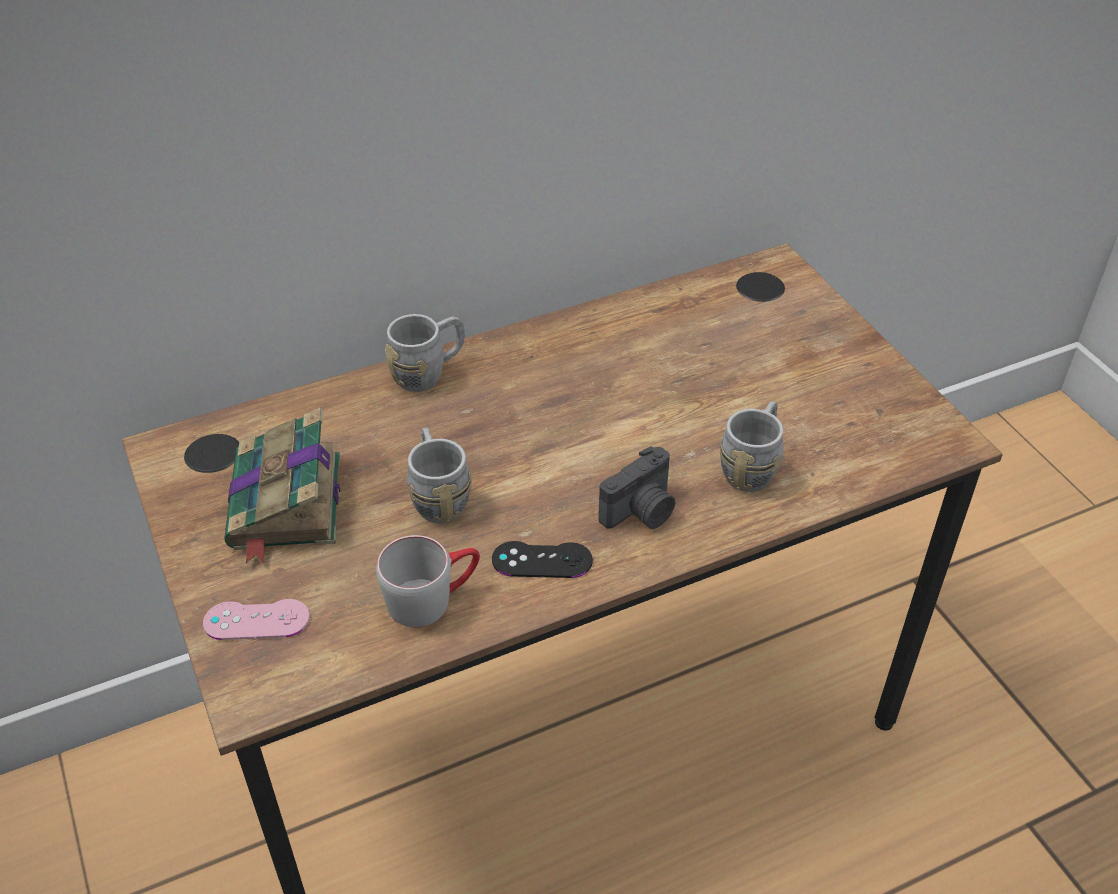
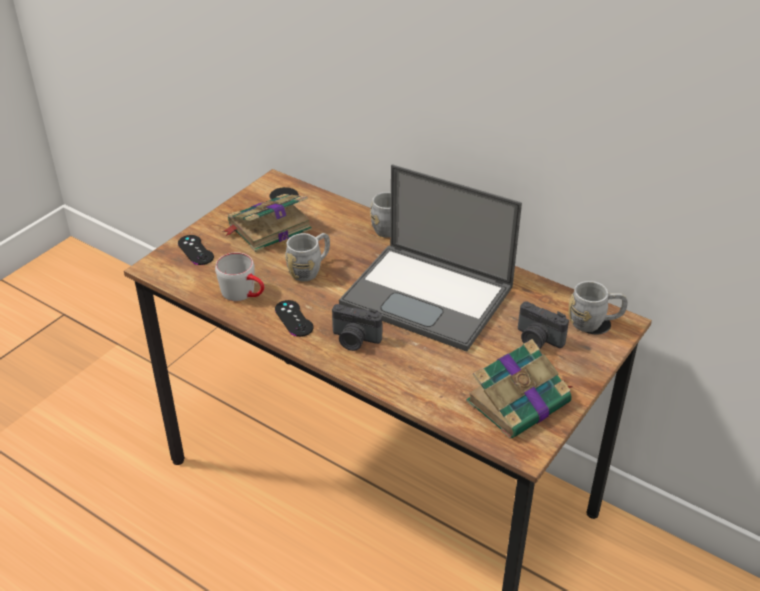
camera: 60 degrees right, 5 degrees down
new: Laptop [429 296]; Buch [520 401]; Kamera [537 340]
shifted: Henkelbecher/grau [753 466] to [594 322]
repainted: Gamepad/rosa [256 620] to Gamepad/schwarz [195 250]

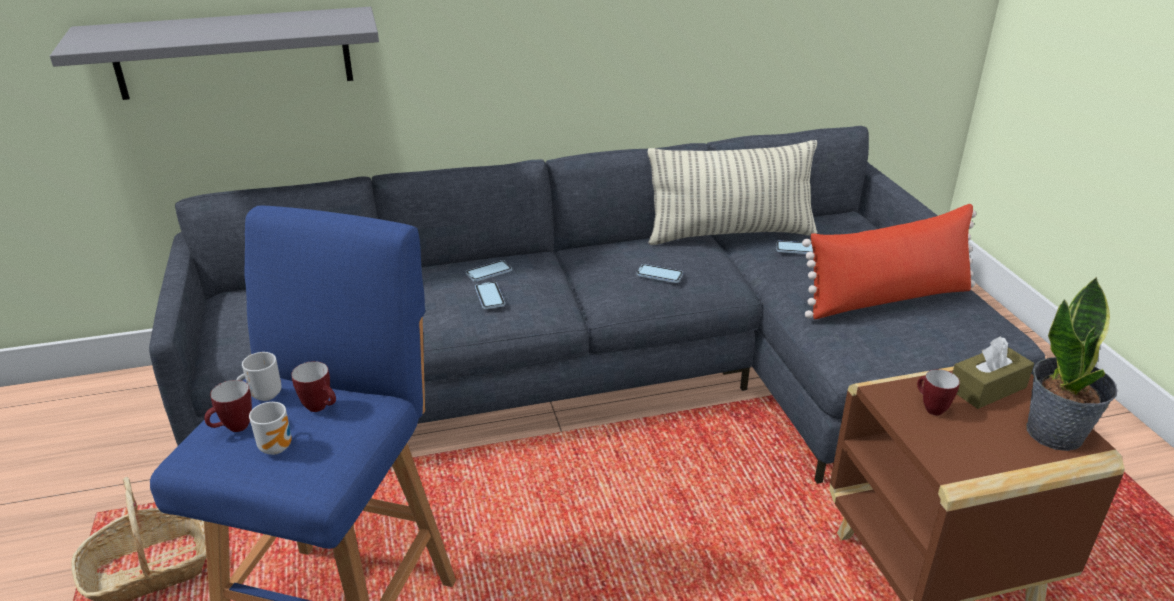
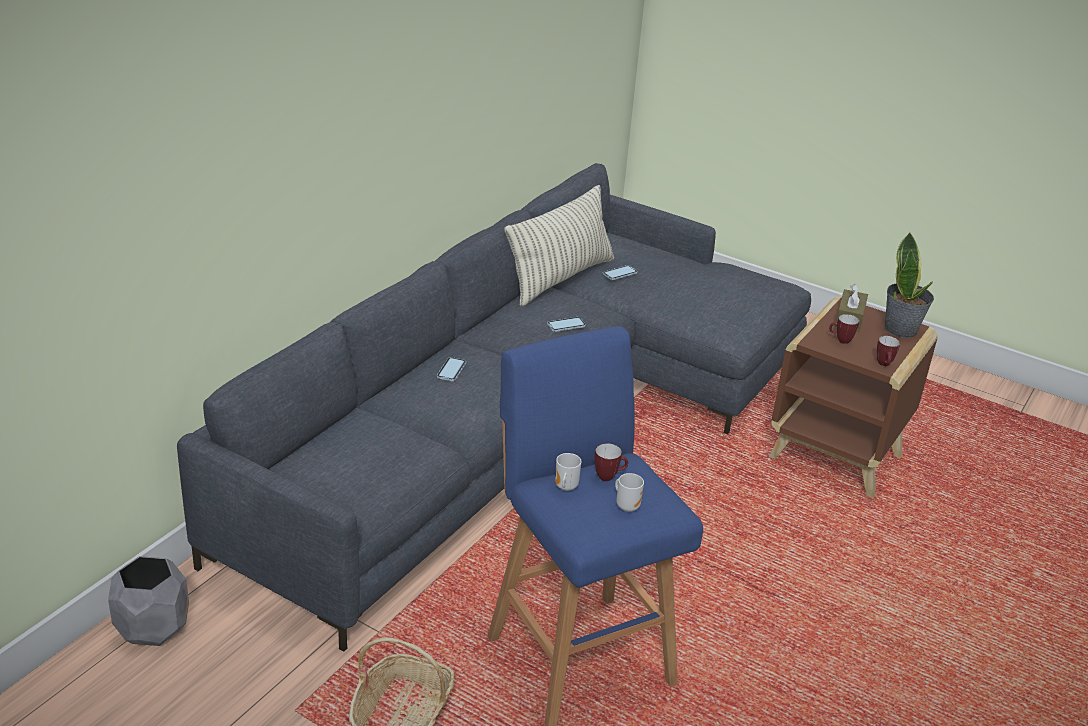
camera: 45 degrees left, 0 degrees up
gone: Wandregal/grau [233 53]; Handy [489 297]; Kissen/rot [888 299]
new: Pflanzkübel/grau [153 627]
shifted: Henkelbecher [234 429] to [884 365]

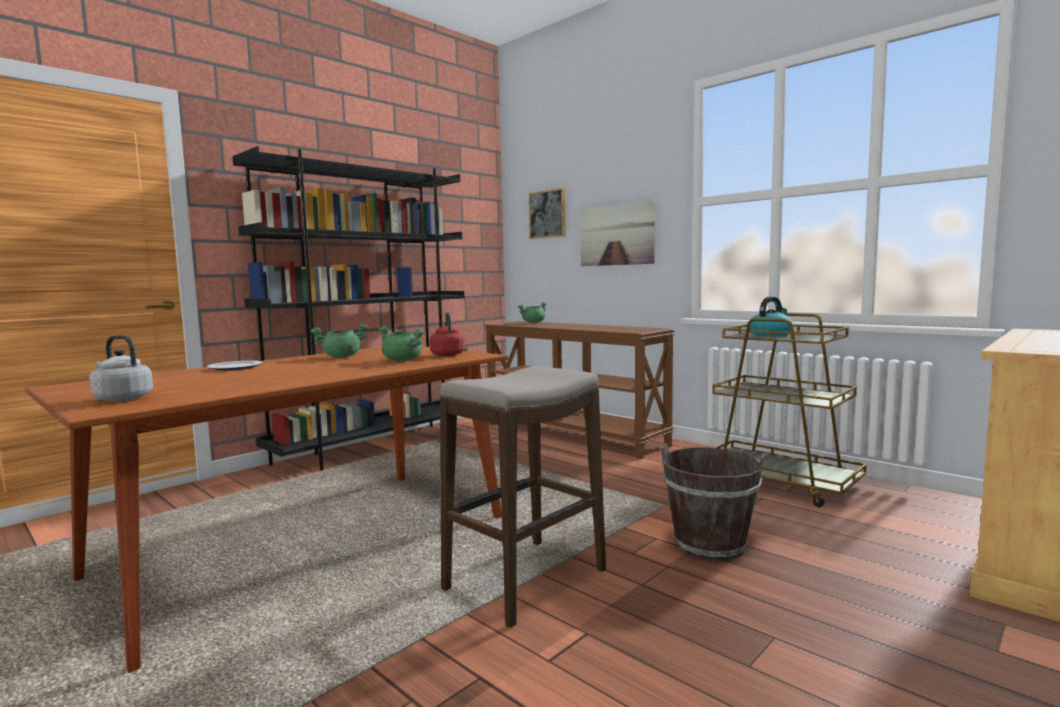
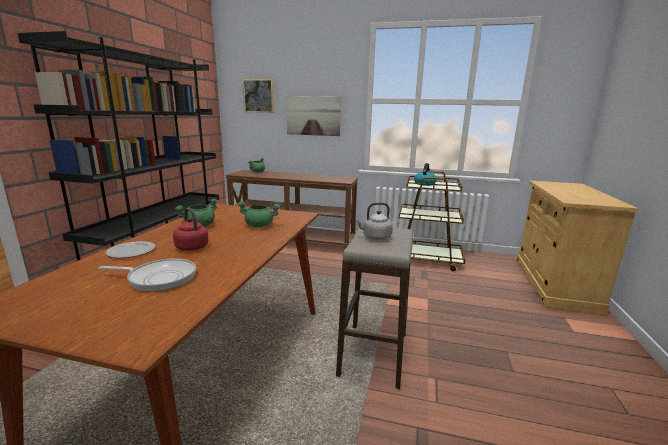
camera: 30 degrees left, 10 degrees up
gone: Eimer/braun [709 545]
new: Pfanne [159 278]
shifted: Wasserkessel/rot [447 354] to [191 247]; Wasserkessel/grau [121 398] to [375 237]

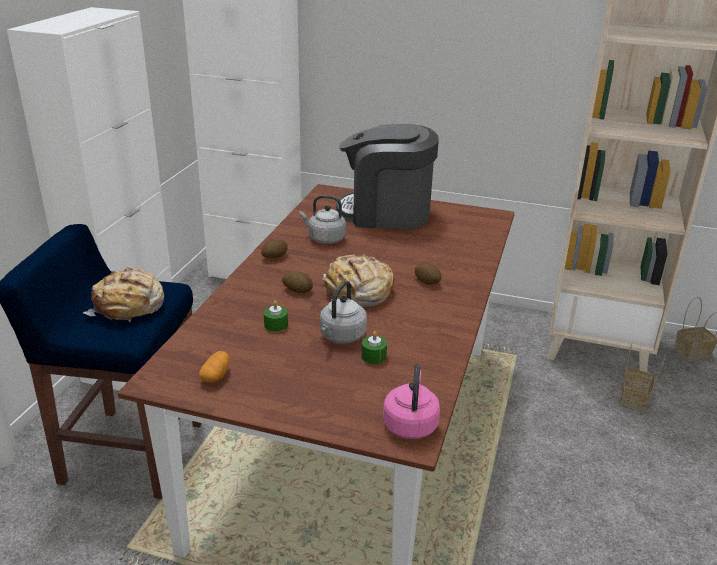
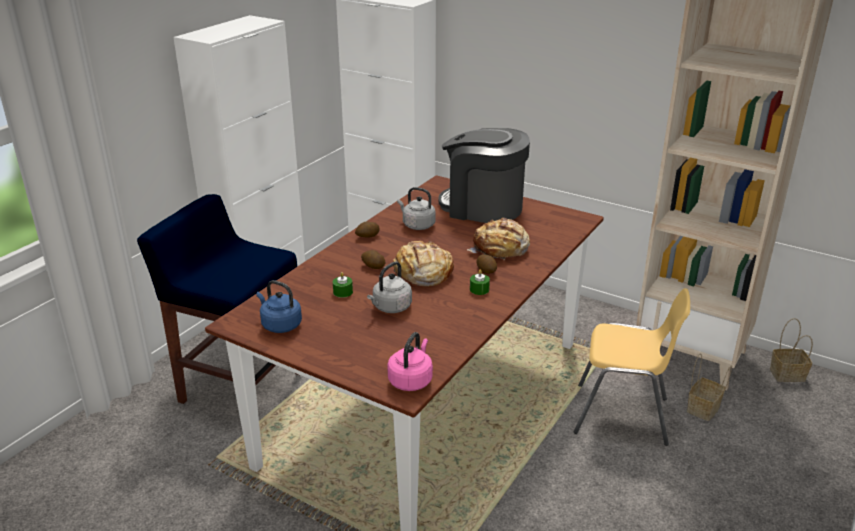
camera: 15 degrees right, 0 degrees up
new: Stuhl/gelb [622 415]
shifted: Brot [129 307] to [500 249]; Kerze/grün [373 356] to [479 289]
swapped: Kartoffel [216 376] to Wasserkessel/blau [280 325]

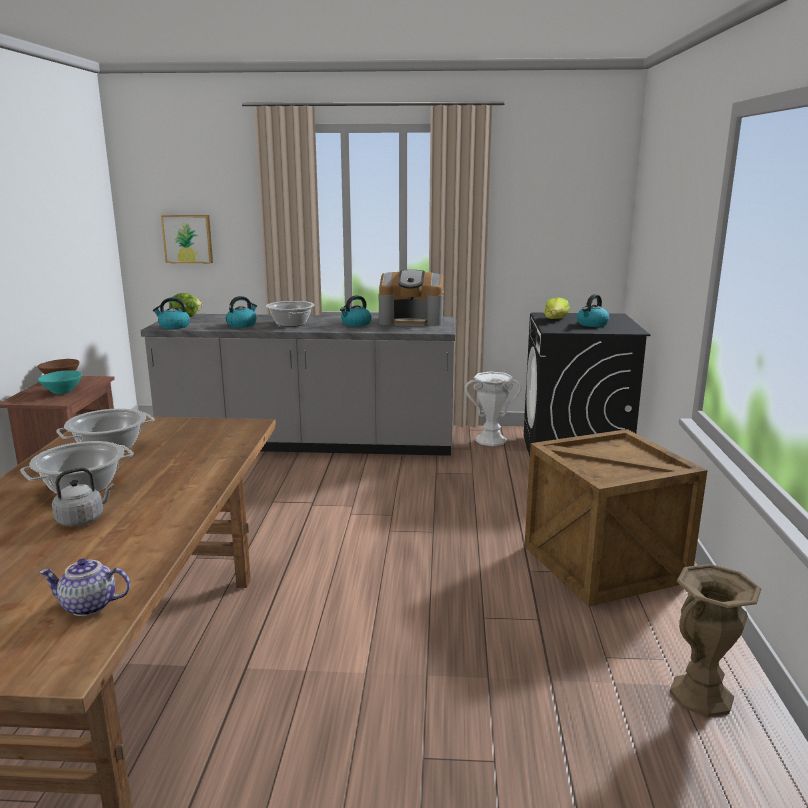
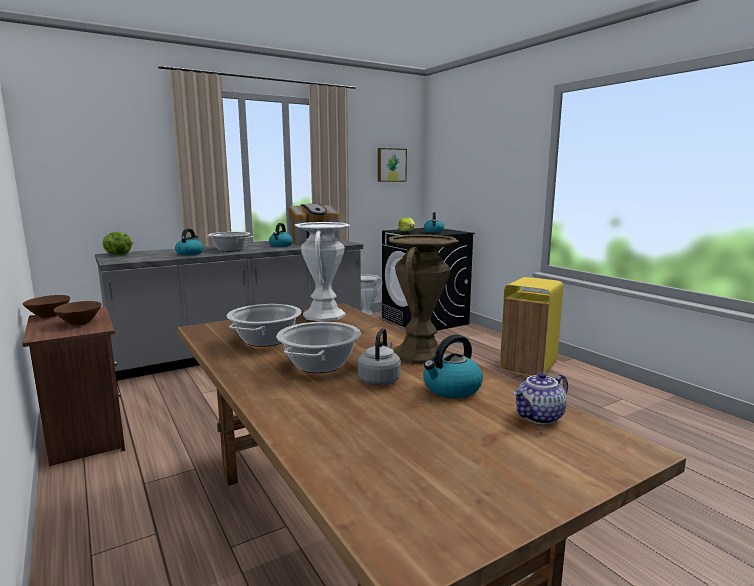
camera: 35 degrees left, 5 degrees down
new: Vase/weiß [324 315]
shifted: Bild [188 239] to [391 165]; Vase/braun [701 695] to [420 354]; Wasserkessel [173 326] to [451 389]
swapped: Kiste [607 564] to Mülleimer/gelb [529 366]
repainted: Schüssel/türkis [61 392] to Schüssel/braun [79 323]

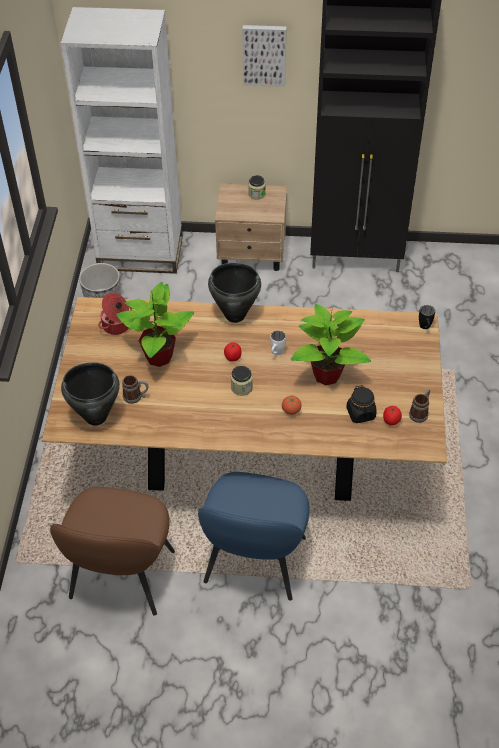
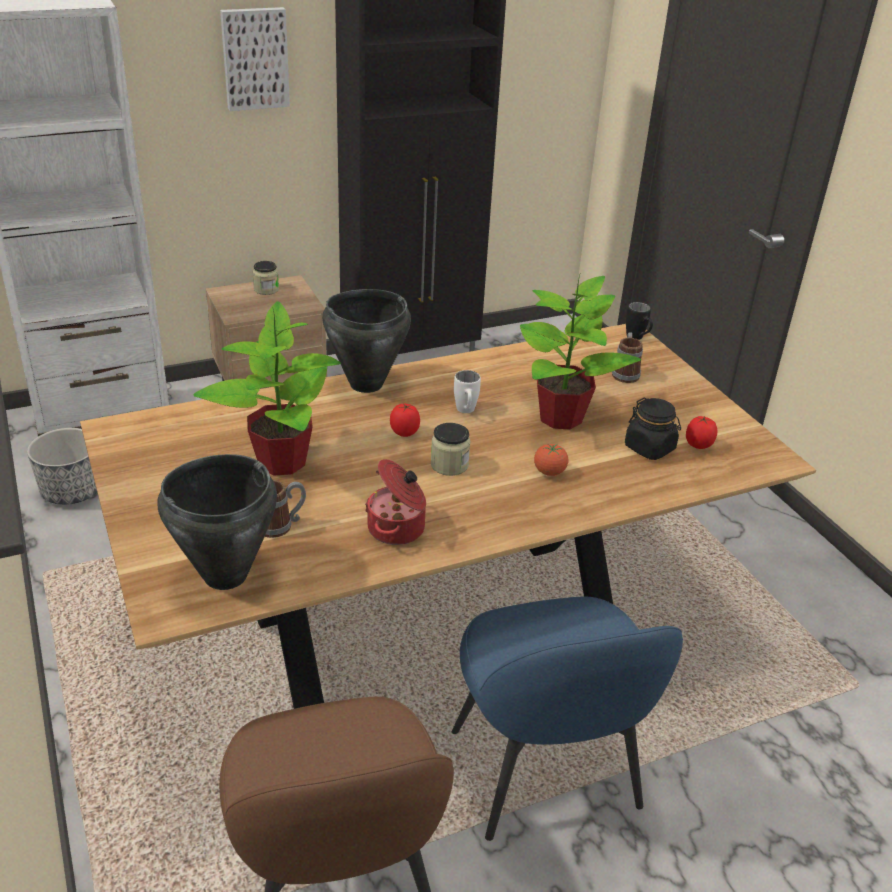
camera: 30 degrees left, 15 degrees down
shifted: Kochtopf [117 326] to [398 529]; Henkelbecher [420 412] to [625 373]

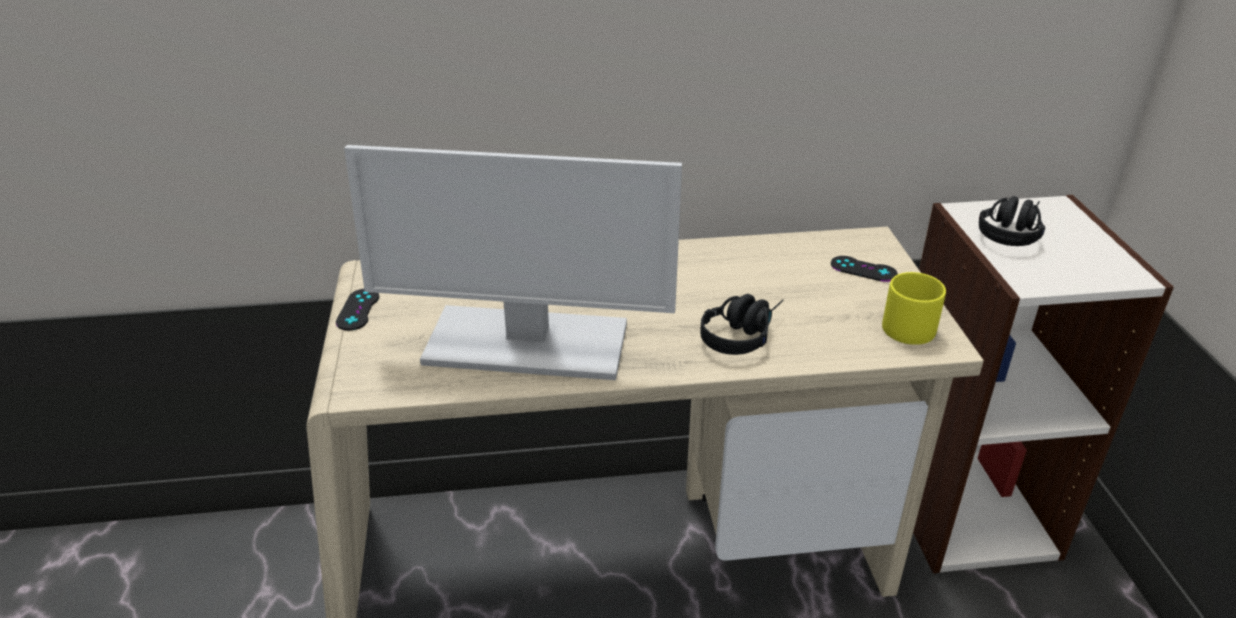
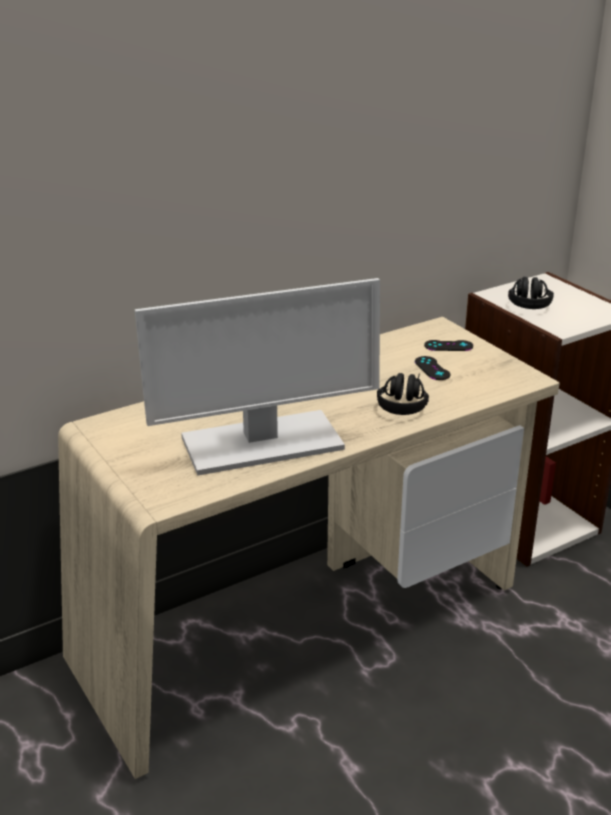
camera: 25 degrees left, 5 degrees down
gone: Henkelbecher/gelb [903 323]
shifted: Gamepad/schwarz [358 310] to [432 368]

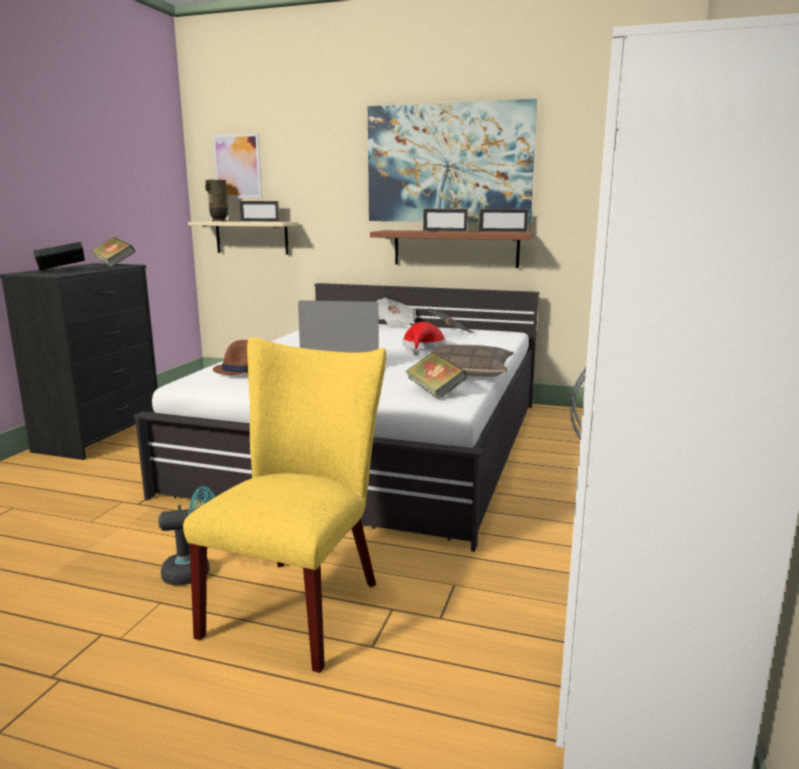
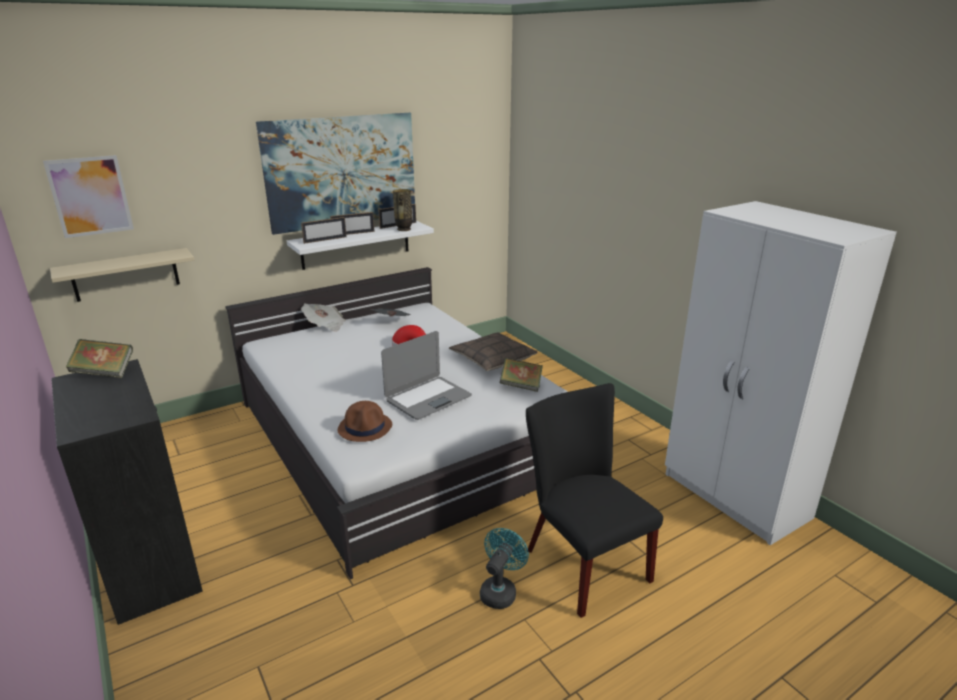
camera: 50 degrees left, 10 degrees up
gone: Buch [61 270]
shifted: Bilderrahmen [259 221] to [325 240]; Vase [219 221] to [404 229]
repainted: Wandregal/braun [455 248] to Wandregal/weiß [356 245]; Stuhl/gelb [299 602] to Stuhl/schwarz [580 560]

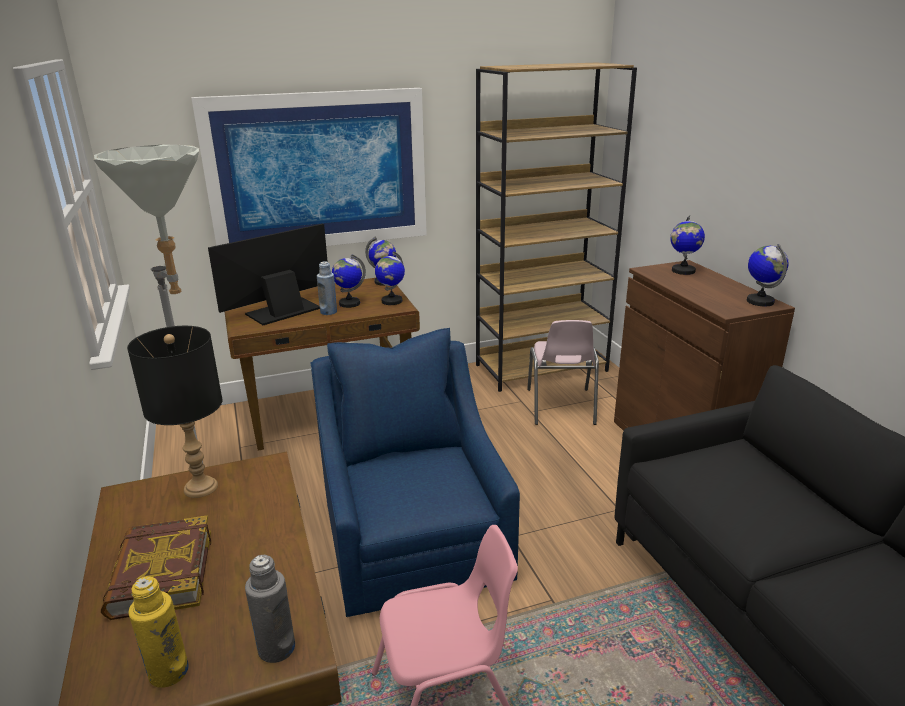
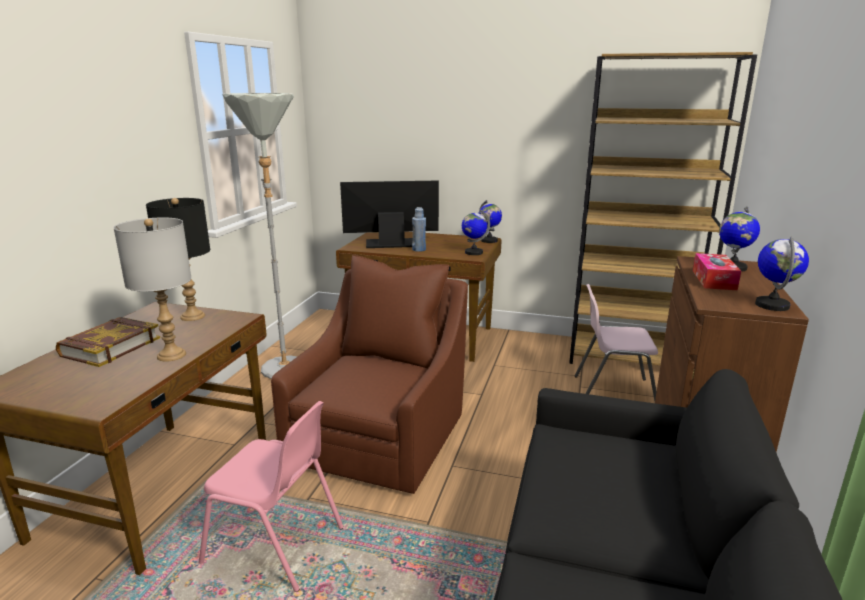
camera: 35 degrees right, 5 degrees down
gone: Flasche/gelb [168 672]; Bild [318 171]; Flasche/grau [276 648]; Globus [349 303]
new: Tischlampe/grau [171 355]; Taschentuchbox [714 280]
repainted: Sessel/blau [413 538] to Sessel/braun [381 435]
rotated: Stuhl/rosa [560 407] = [612 392] 60 degrees clockwise

